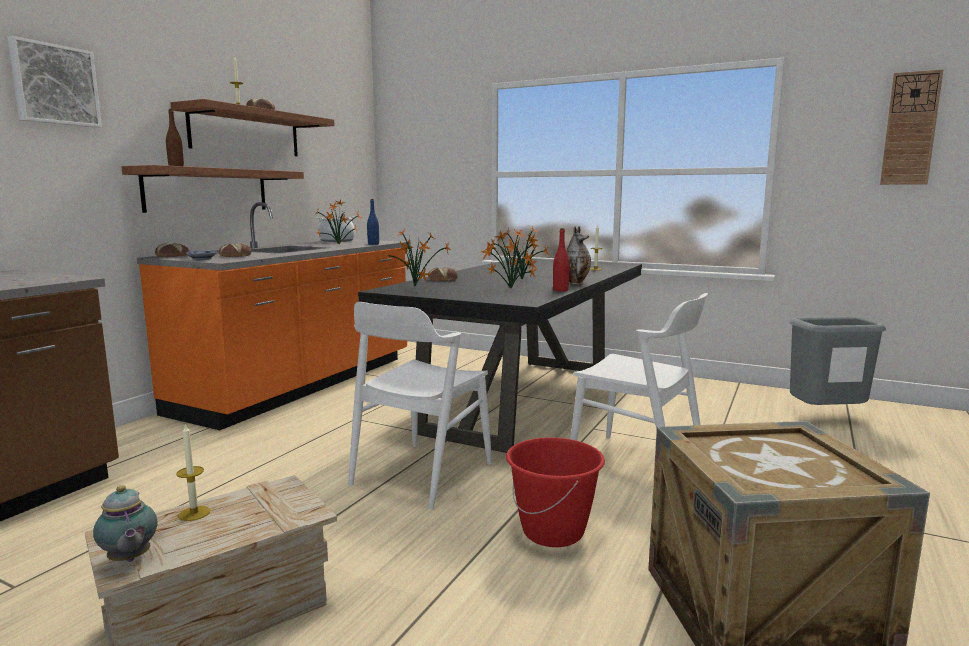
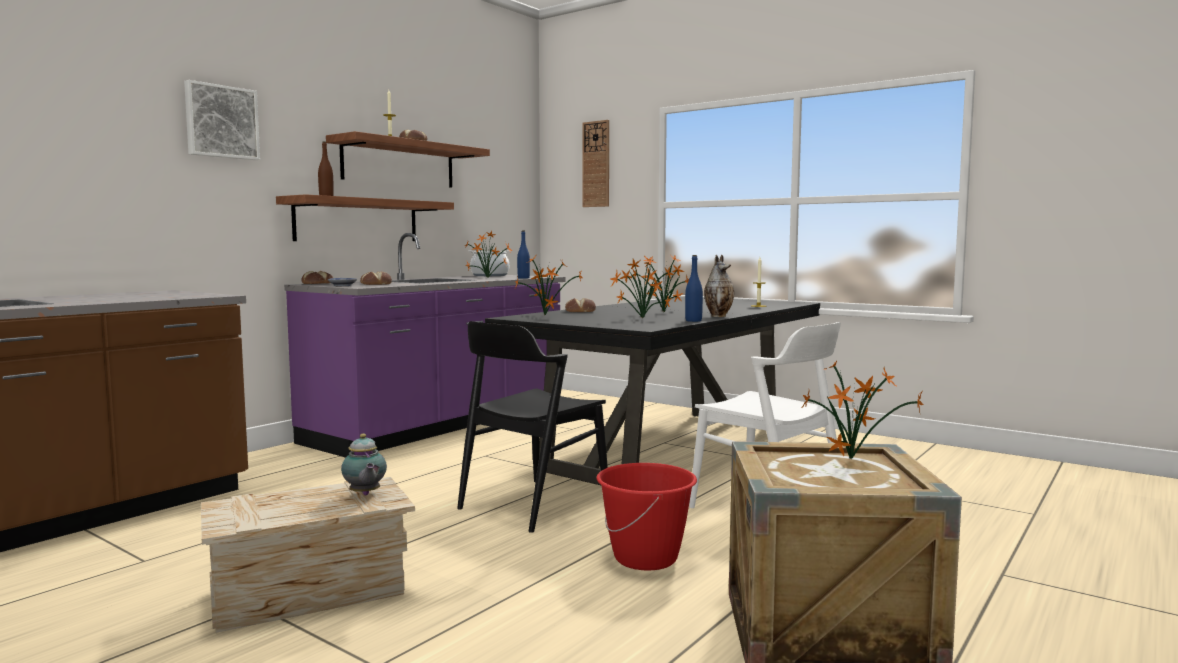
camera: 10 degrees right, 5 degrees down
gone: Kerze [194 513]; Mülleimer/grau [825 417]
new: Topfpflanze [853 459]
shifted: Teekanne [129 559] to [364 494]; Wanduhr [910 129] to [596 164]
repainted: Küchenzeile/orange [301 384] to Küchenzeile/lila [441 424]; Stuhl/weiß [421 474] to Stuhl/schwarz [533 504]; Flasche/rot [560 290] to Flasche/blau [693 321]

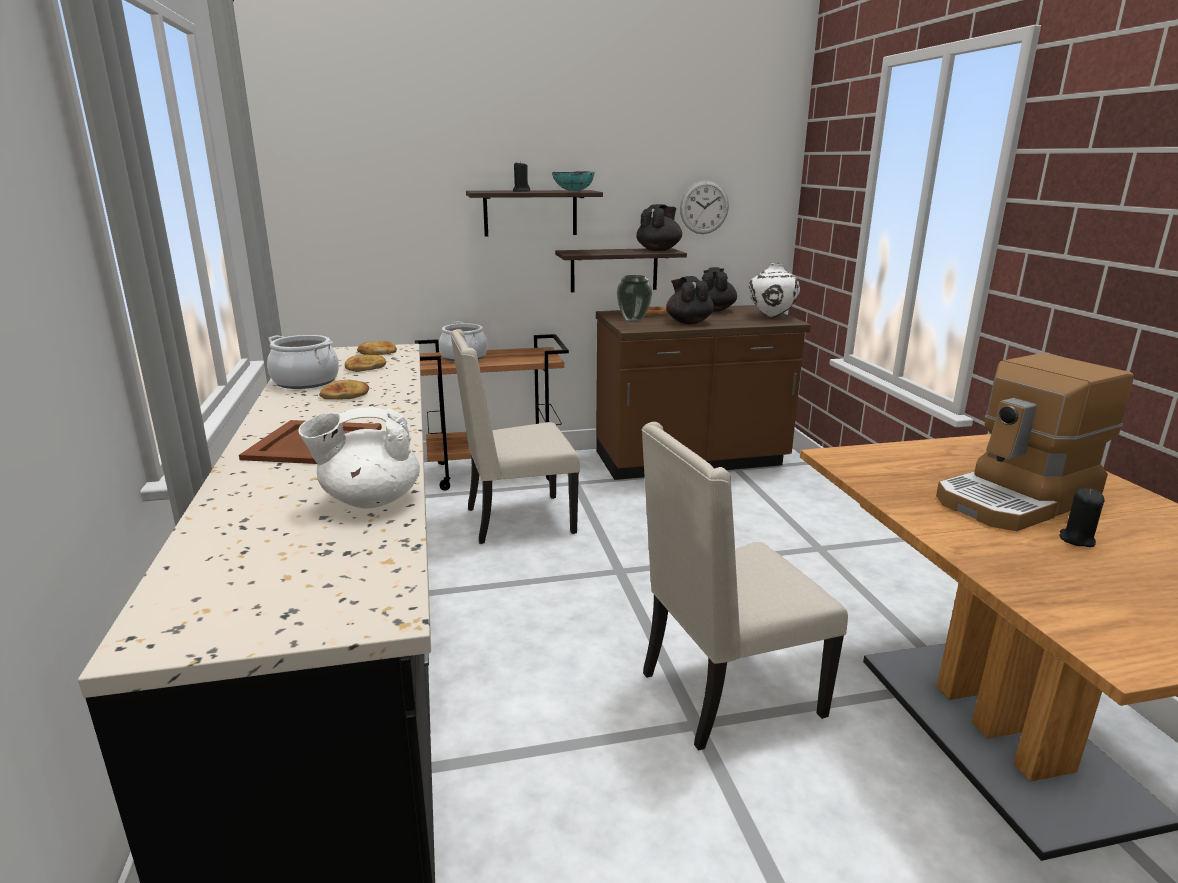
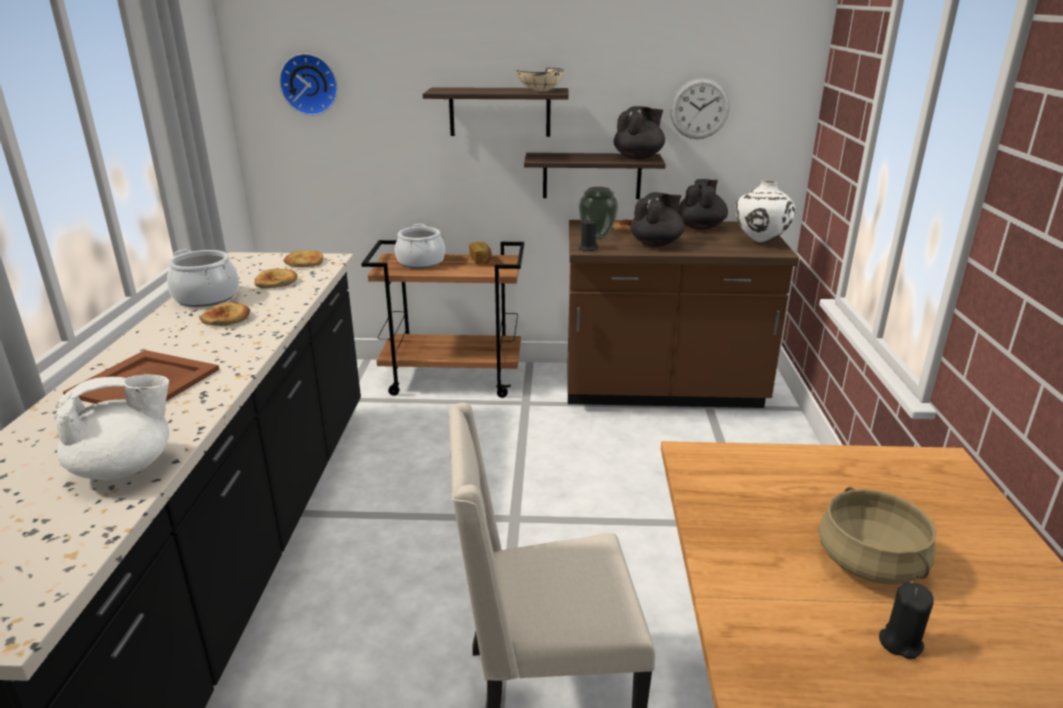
camera: 15 degrees right, 5 degrees up
gone: Stuhl/beige [517 520]
new: Wanduhr [310 84]; Brot [481 260]
shifted: Kerze/schwarz [521 191] to [587 248]
swapped: Kaffeemaschine [1017 500] to Kochtopf/beige [870 562]
repainted: Schüssel/türkis [577 191] to Schüssel/beige [544 91]
rotated: Teekanne/weiß [369 500] = [125 467] 150 degrees clockwise; Teekanne/schwarz [688 322] = [656 243] 45 degrees clockwise

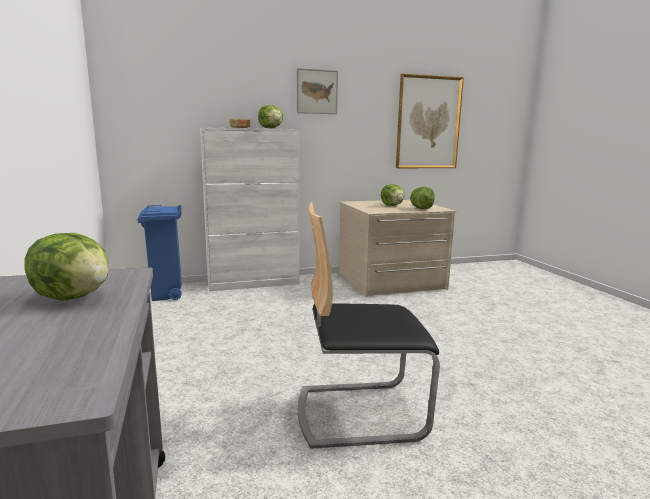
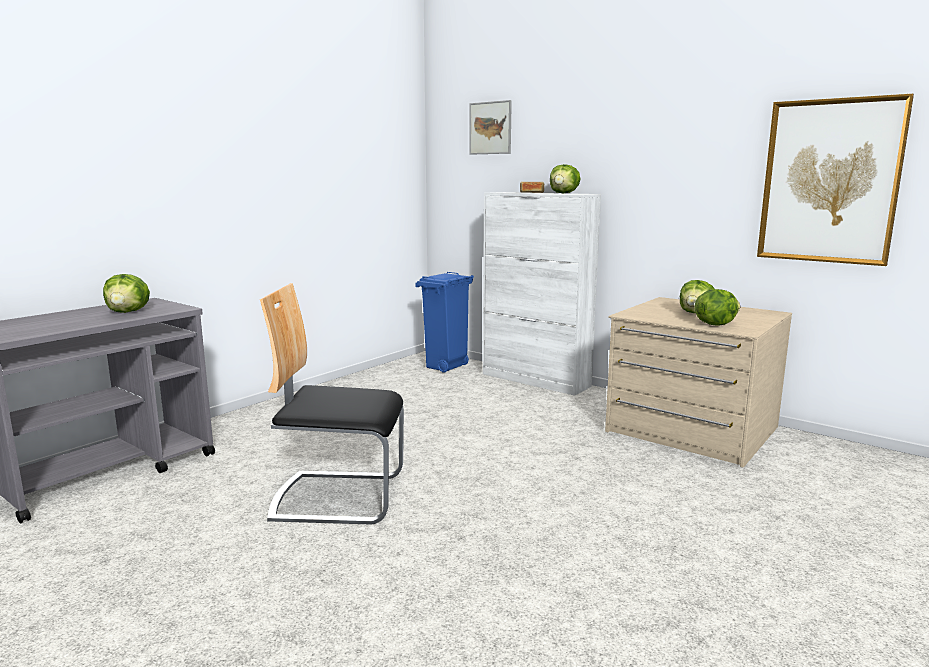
camera: 55 degrees right, 0 degrees up
shifted: Bild [317 91] to [490 128]
rotated: Stuhl [359 412] = [339 496] 45 degrees counterclockwise

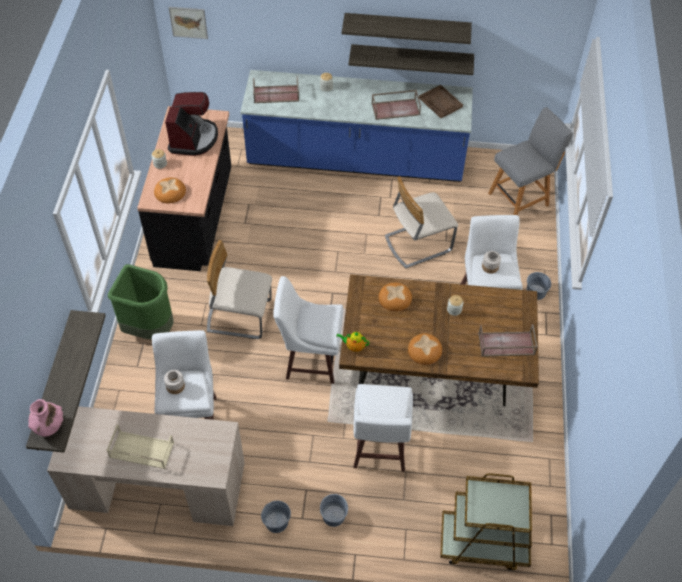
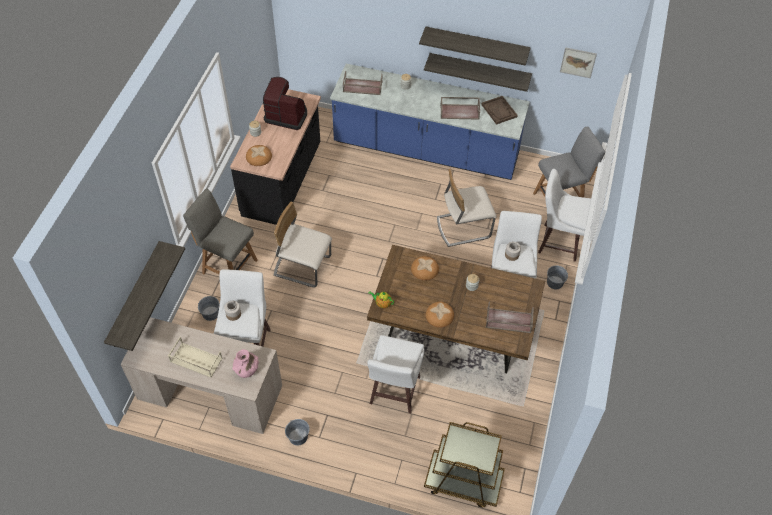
camera: 10 degrees right, 0 degrees up
shifted: Eimer/grau [333 516] to [210 313]; Vase/rosa [49 426] to [246 370]; Hocker/weiß [310 360] to [558 242]; Bild [188 22] to [578 62]
swapped: Mülleimer/grün [149 328] to Stuhl/grau [228 266]
rotated: Kaffeemaschine [193 139] = [286 115] 90 degrees counterclockwise

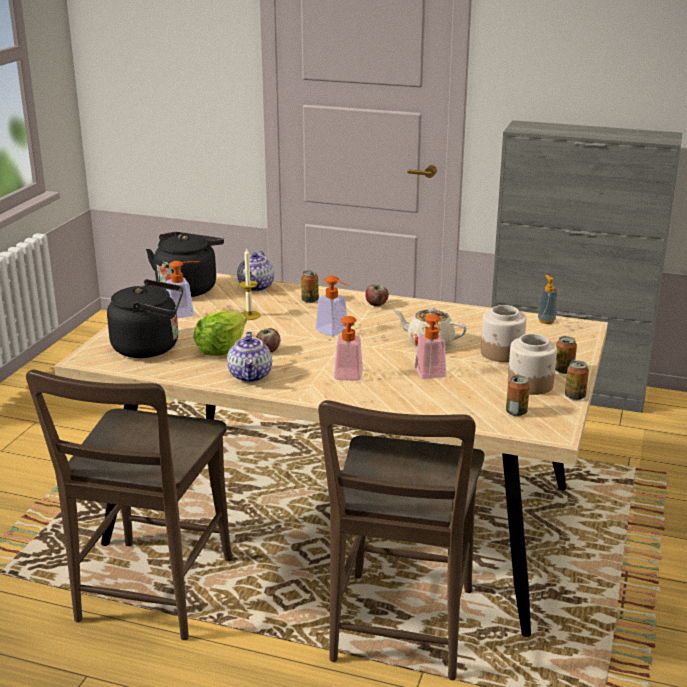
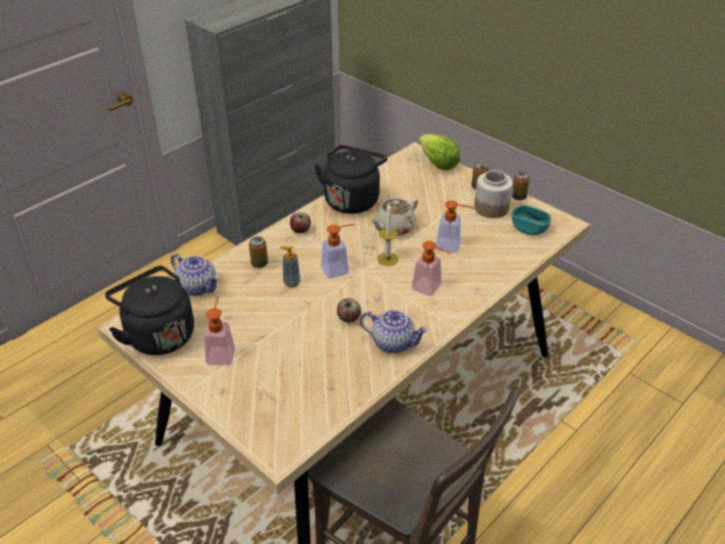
camera: 65 degrees left, 15 degrees up
gone: Stuhl/braun [400 631]; Vorratsglas [502 353]
shifted: Seifenspender [546 321] to [291 282]; Wasserkessel/schwarz [150 347] to [352 199]; Kerze [249 315] to [387 259]; Salatkopf [221 349] to [438 164]
swapped: Dose [516 412] to Schüssel/türkis [529 228]

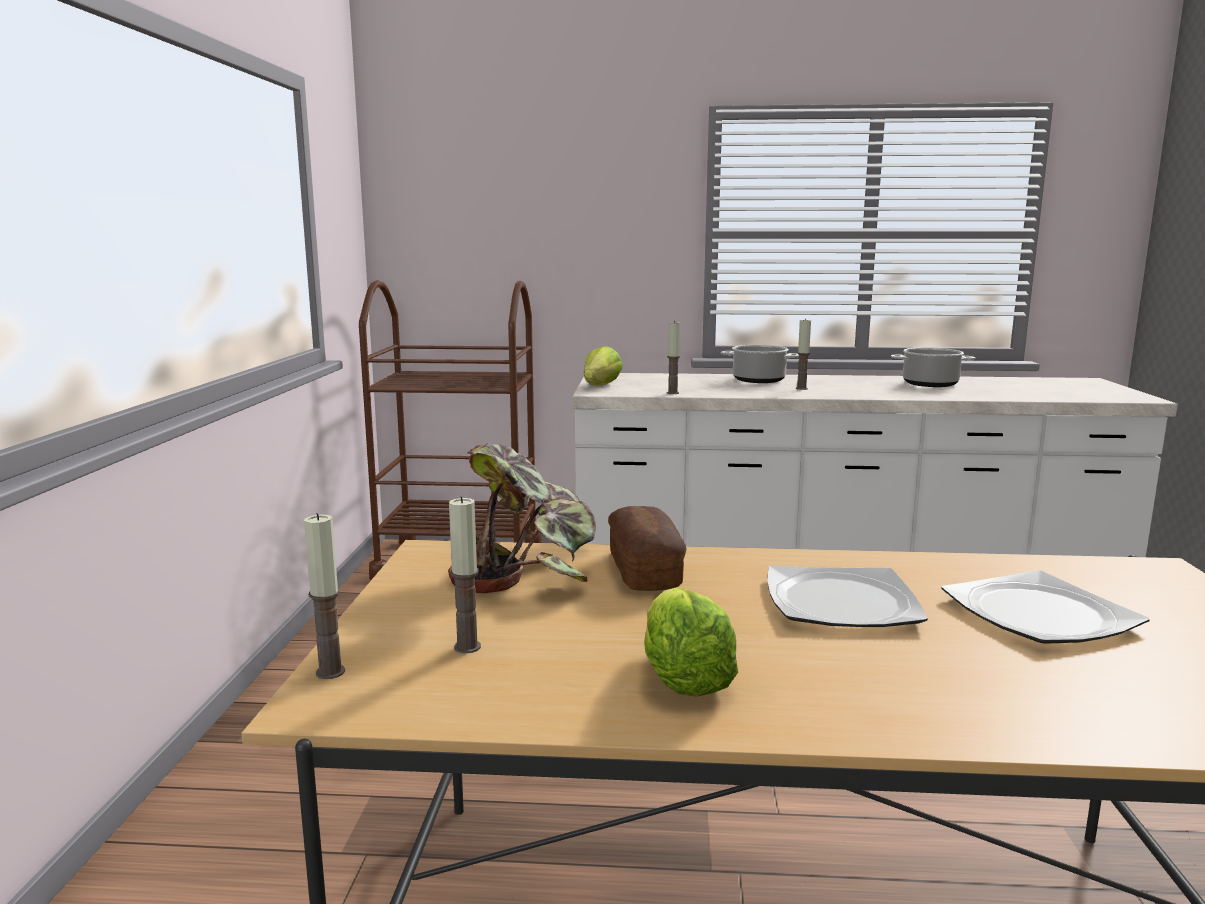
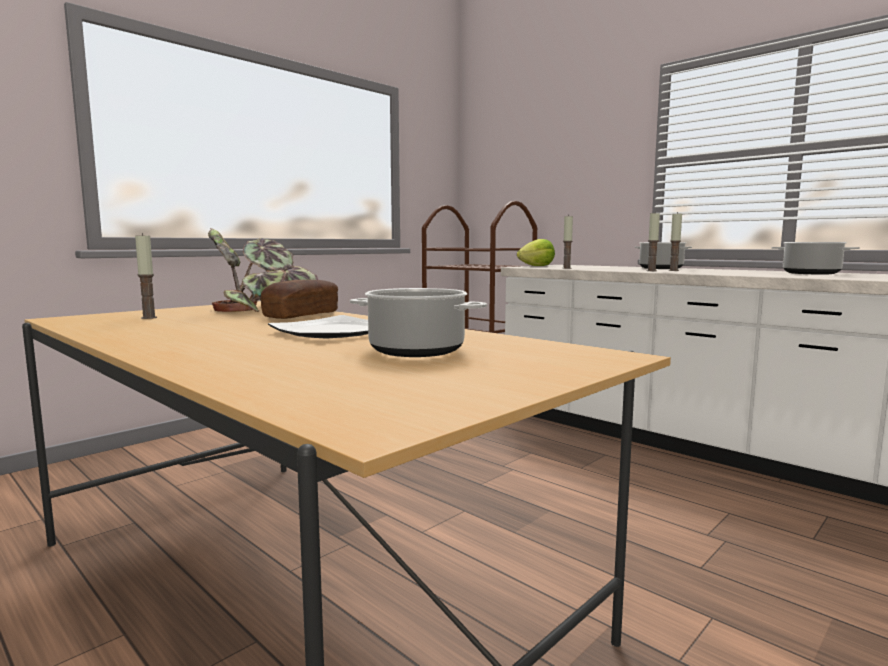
camera: 40 degrees right, 5 degrees down
gone: Salatkopf [683 677]
shifted: Kerze [330 672] to [651 271]
swapped: Teller [1039 615] to Kochtopf [415 350]

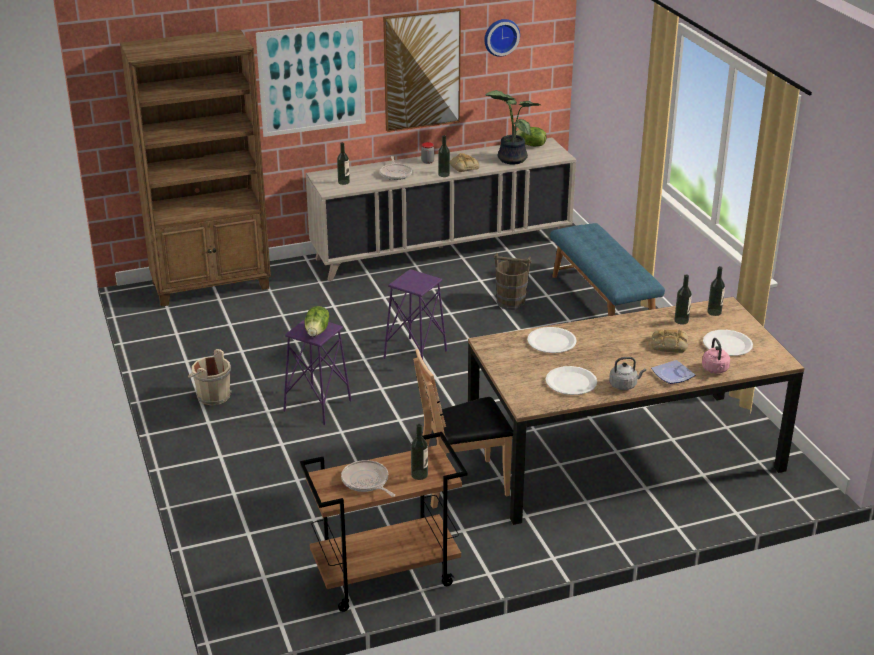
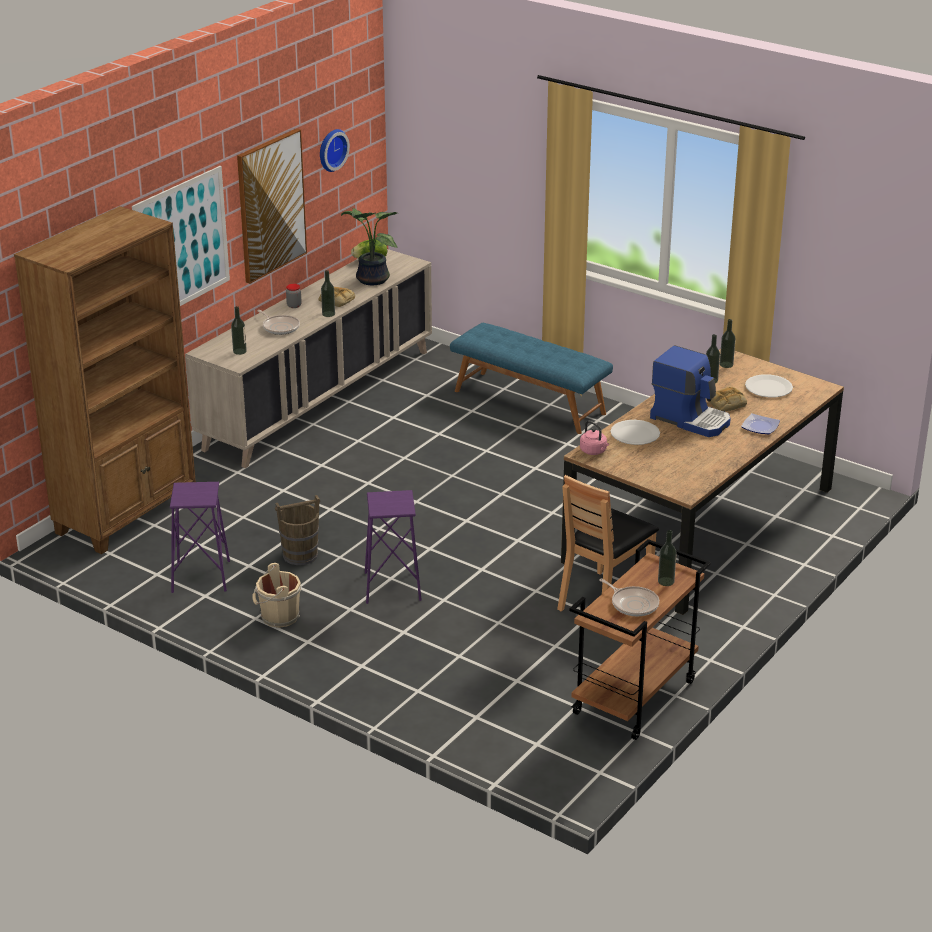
camera: 35 degrees left, 0 degrees up
gone: Salatkopf [317 331]; Teller/weiß [571 382]; Wasserkessel/grau [624 385]
new: Kaffeemaschine [690 419]
shifted: Hocker/lila [415 354] to [201 577]; Eimer/braun [510 302] to [300 555]; Wasserkessel/rosa [715 370] to [594 451]
rotated: Pfanne [366 481] = [633 604] 150 degrees counterclockwise

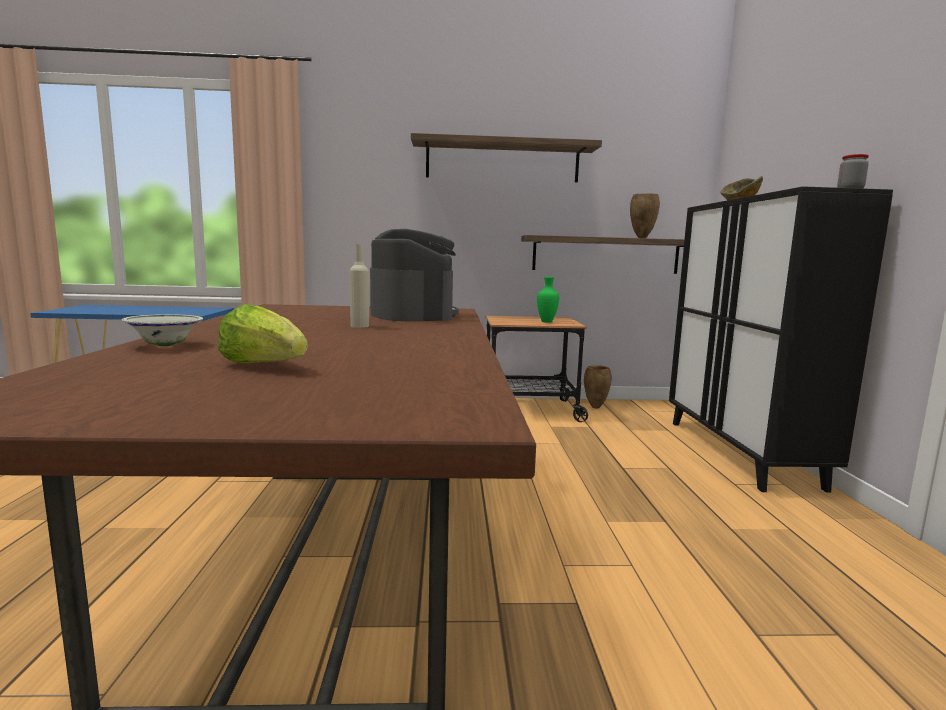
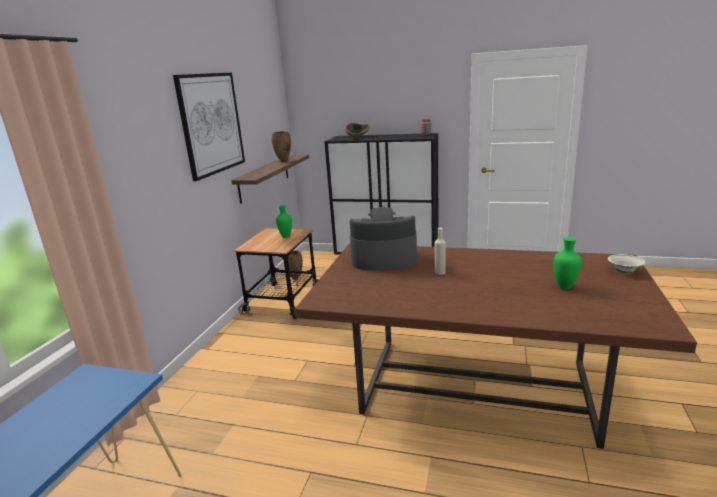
camera: 70 degrees left, 10 degrees up
shifted: Schüssel/weiß [165 345] to [624 271]
swapped: Wandregal [502 162] to Bild [211 124]; Salatkopf [264 366] to Vase/grün [563 287]

